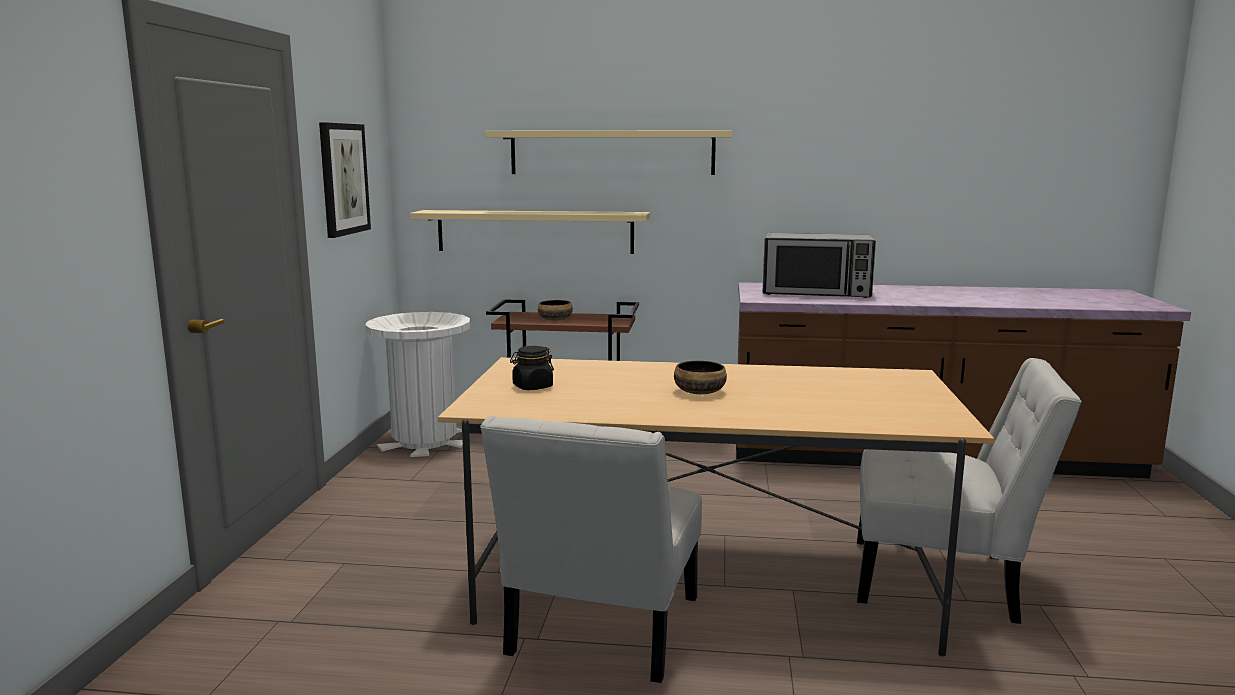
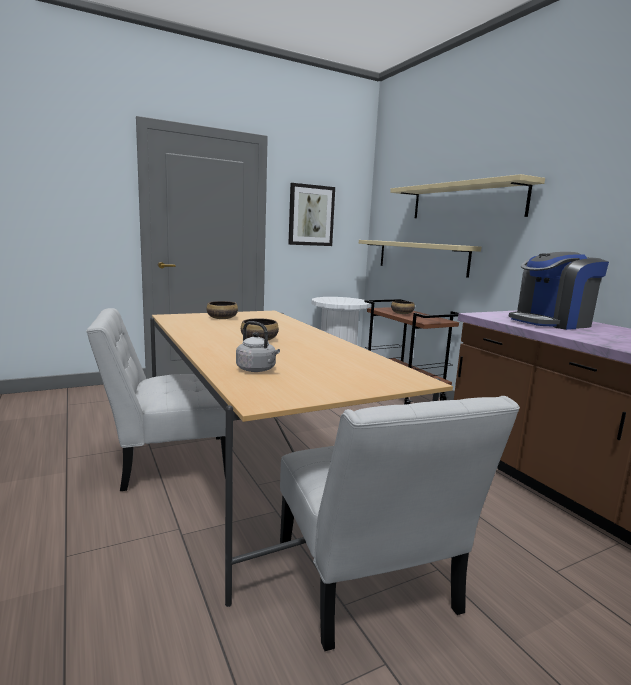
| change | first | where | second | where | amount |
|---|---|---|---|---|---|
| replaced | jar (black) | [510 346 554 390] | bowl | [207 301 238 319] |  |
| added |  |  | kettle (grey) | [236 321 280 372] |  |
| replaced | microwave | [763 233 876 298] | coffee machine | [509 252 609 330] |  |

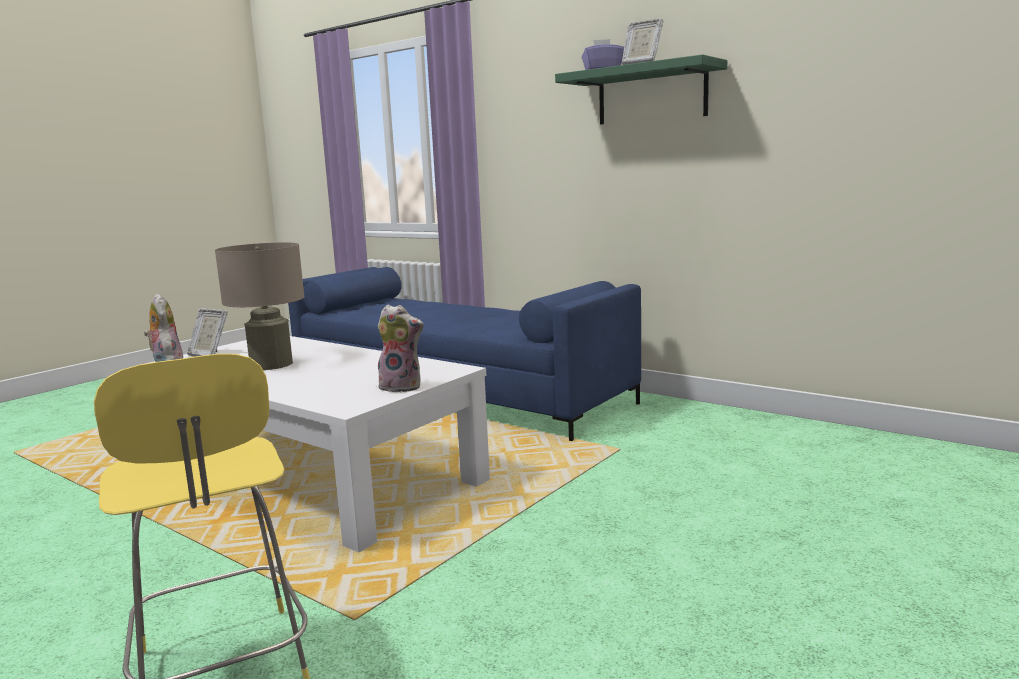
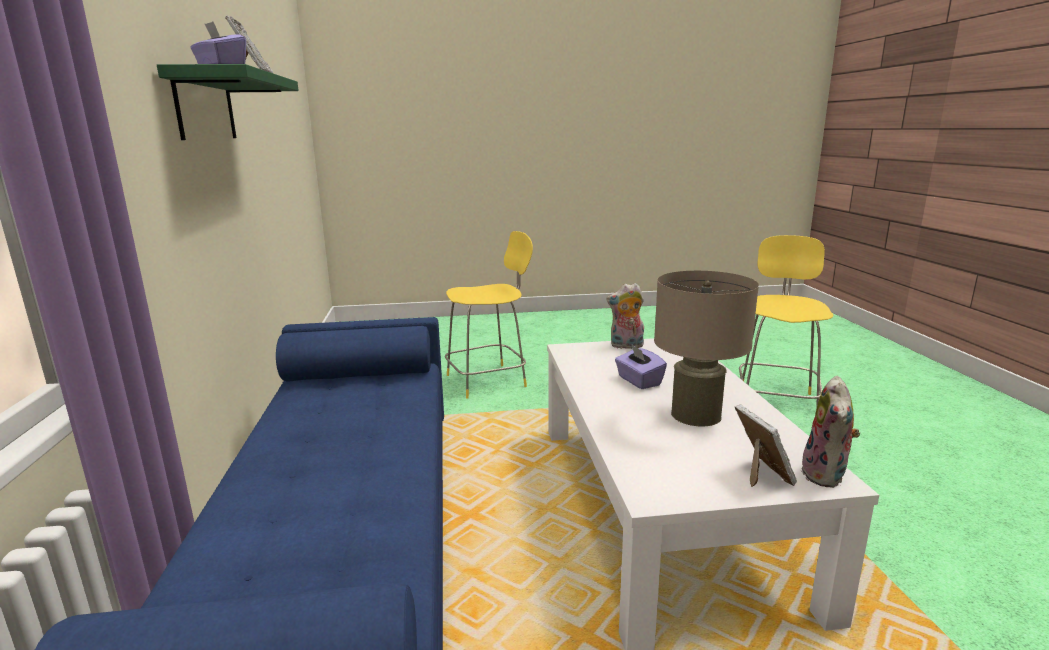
| change | first | where | second | where | amount |
|---|---|---|---|---|---|
| added |  |  | stool (yellow) | [445 231 533 398] |  |
| turned | plush toy | [375 305 424 392] |  | [606 283 644 349] | 60 degrees counterclockwise |
| added |  |  | tissue box (purple) | [615 344 667 389] |  |

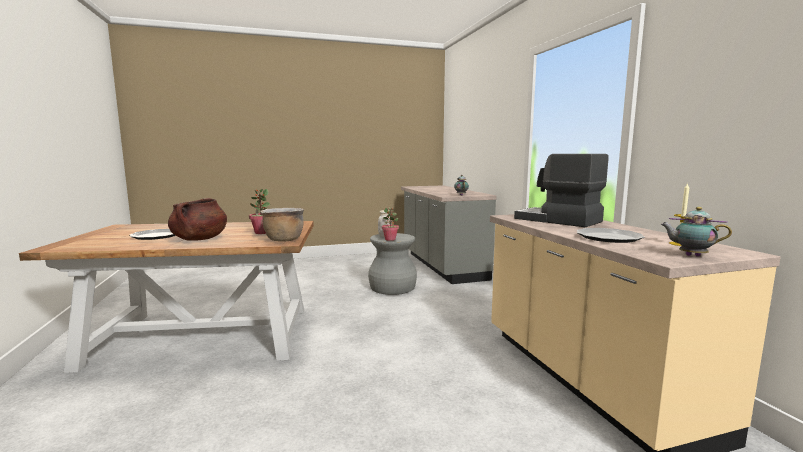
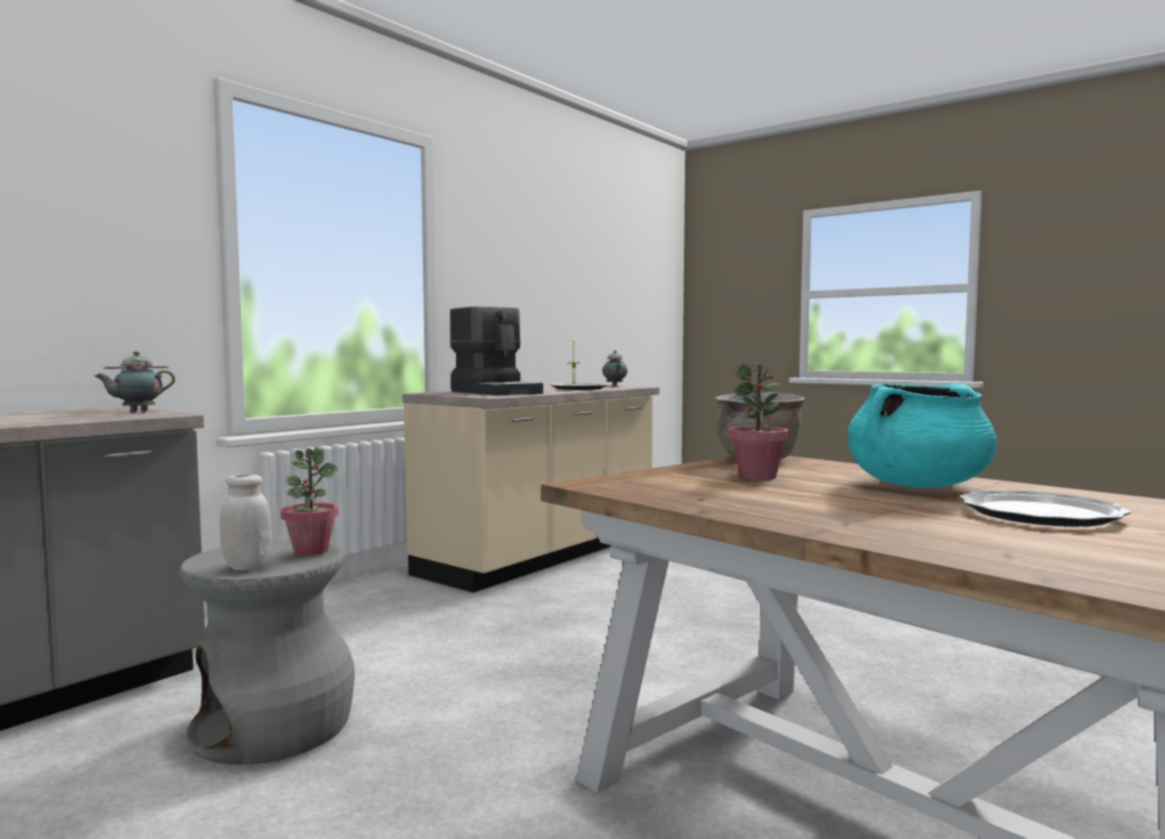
| change | first | where | second | where | amount |
|---|---|---|---|---|---|
| turned | coffee machine | [514 154 609 227] |  | [450 307 543 396] | 45 degrees counterclockwise |
| recoloured | cooking pot (brown) | [168 198 227 241] | cooking pot (turquoise) | [847 383 997 488] |  |

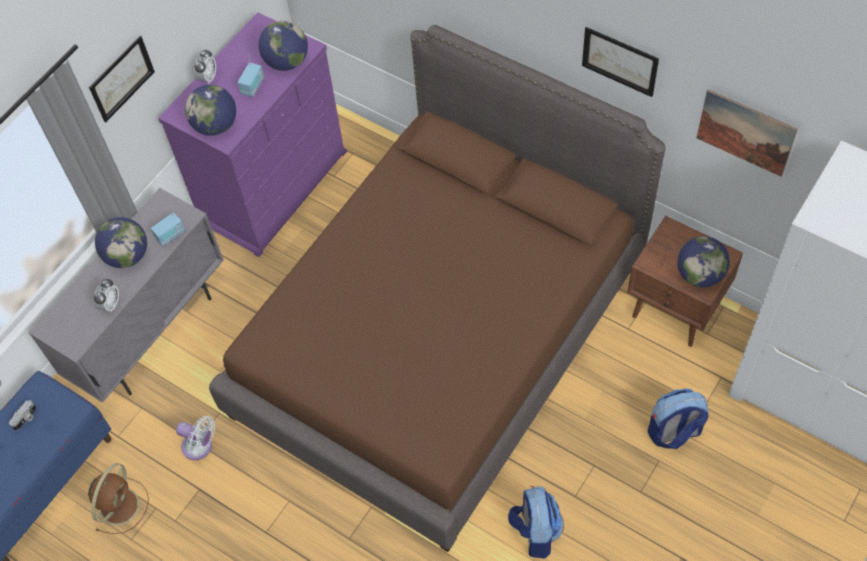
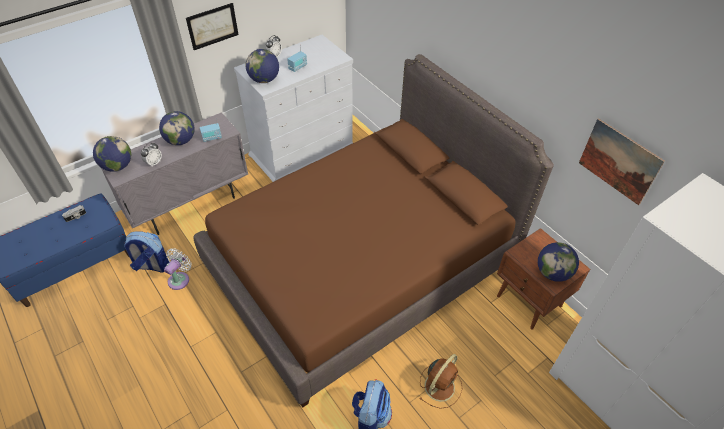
| change | first | where | second | where | amount |
|---|---|---|---|---|---|
| moved | globe | [259 21 308 71] |  | [93 136 131 172] |  |
| moved | backpack | [648 388 709 449] |  | [124 231 170 273] |  |
| turned | fan (white) | [176 416 215 460] |  | [164 248 192 290] | 105 degrees counterclockwise |
| recoloured | dresser (purple) | [158 12 347 257] | dresser (white) | [234 35 353 182] |  |
| moved | fan (brown) | [88 463 149 534] |  | [419 354 462 409] |  |
| removed | picture | [582 27 659 97] |  |  |  |

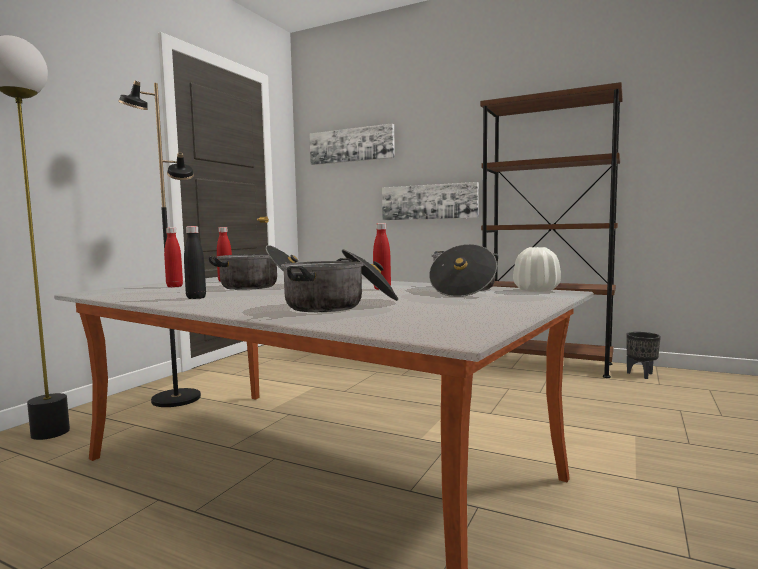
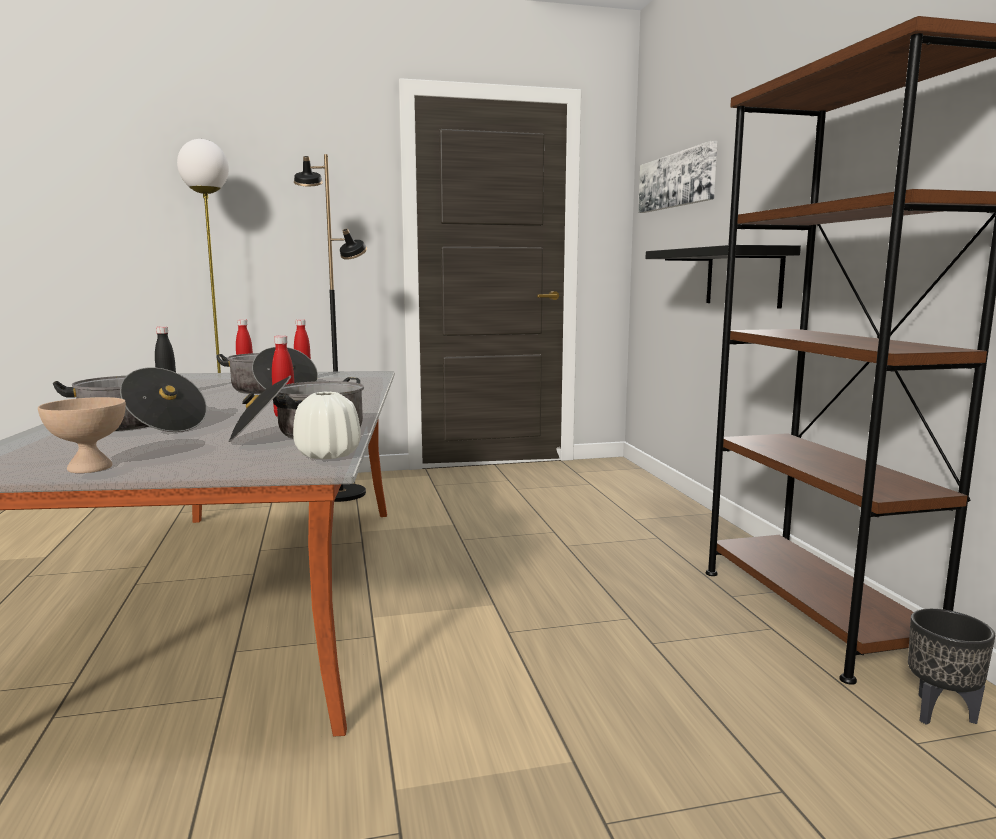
| change | first | where | second | where | amount |
|---|---|---|---|---|---|
| added |  |  | bowl (beige) | [38 397 126 473] |  |
| replaced | picture | [382 182 479 220] | shelf (black) | [645 245 801 309] |  |

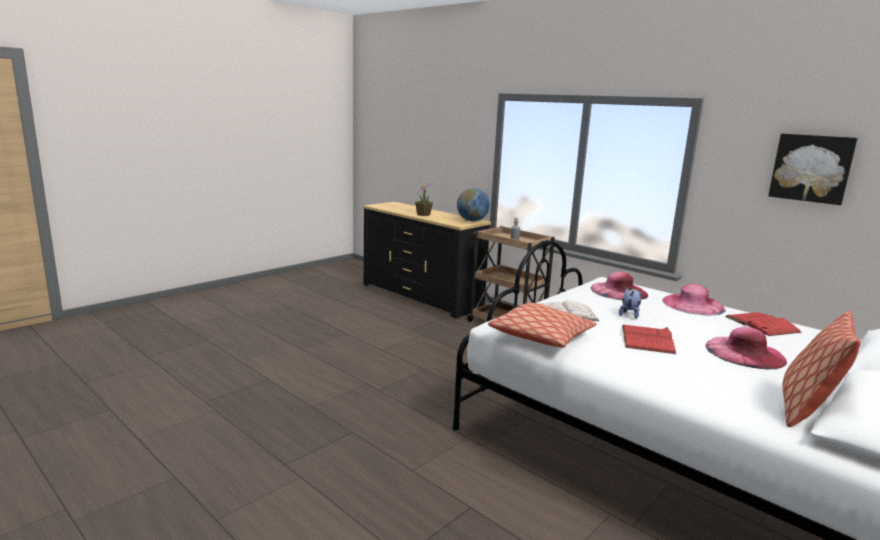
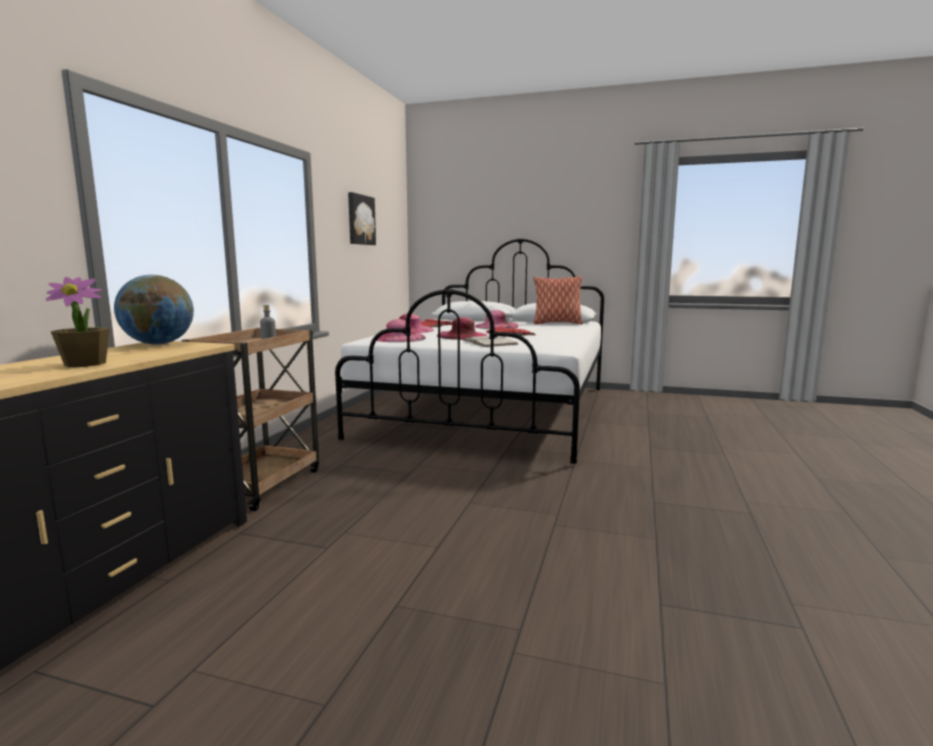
| change | first | where | second | where | amount |
|---|---|---|---|---|---|
| replaced | plush toy | [619 288 642 319] | hat (pink) | [437 317 488 340] |  |
| removed | pillow | [488 303 596 348] |  |  |  |

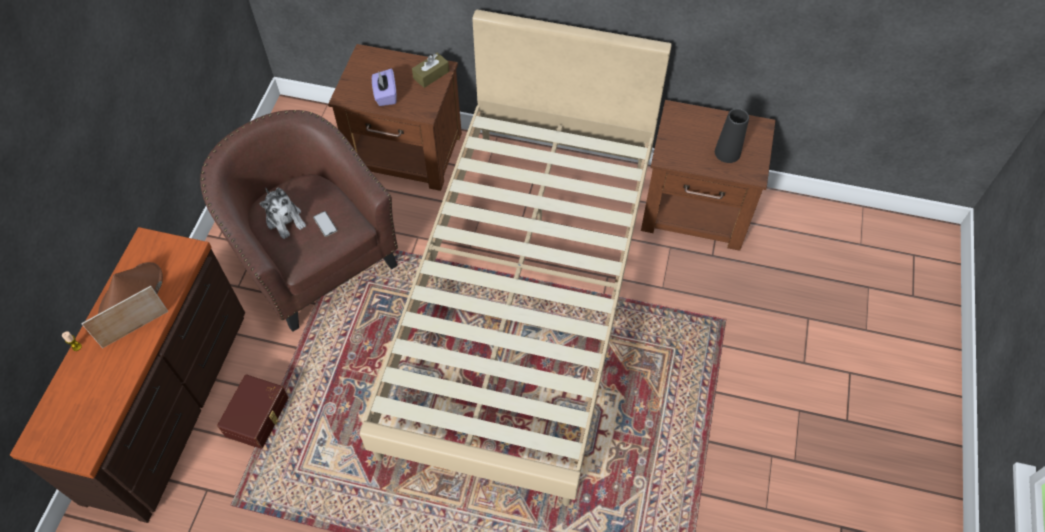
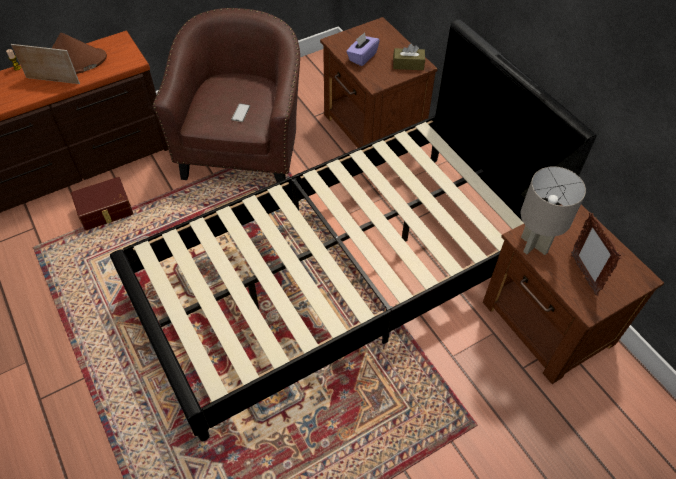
| change | first | where | second | where | amount |
|---|---|---|---|---|---|
| recoloured | bed (beige) | [360 9 672 506] | bed (black) | [110 19 597 441] |  |
| added |  |  | table lamp (grey) | [521 166 586 255] |  |
| replaced | vase (black) | [715 108 749 163] | picture frame | [571 212 621 296] |  |
| removed | plush toy | [260 187 306 239] |  |  |  |

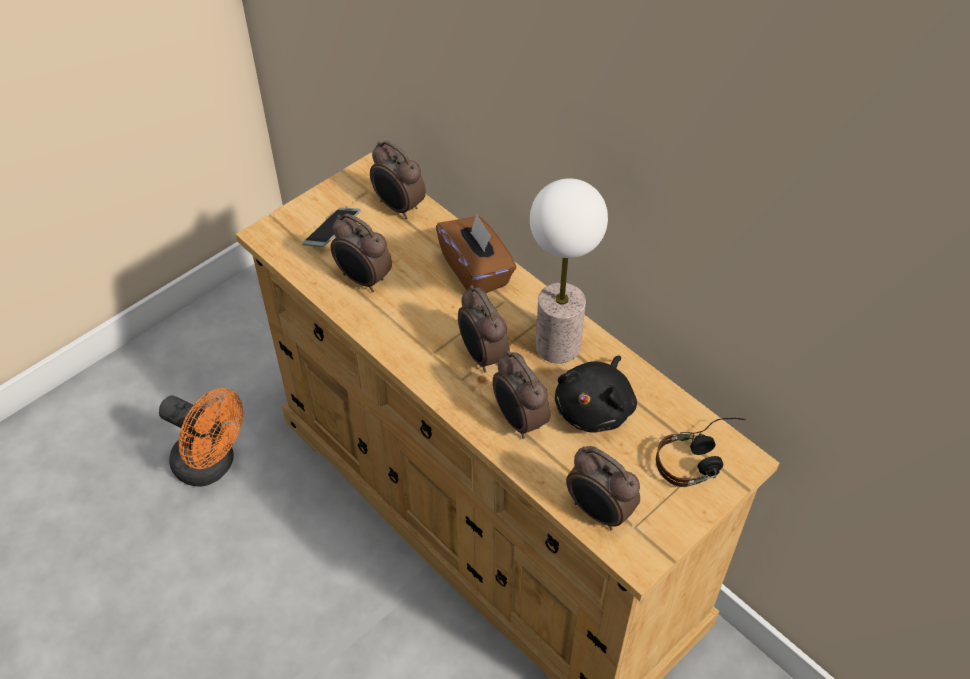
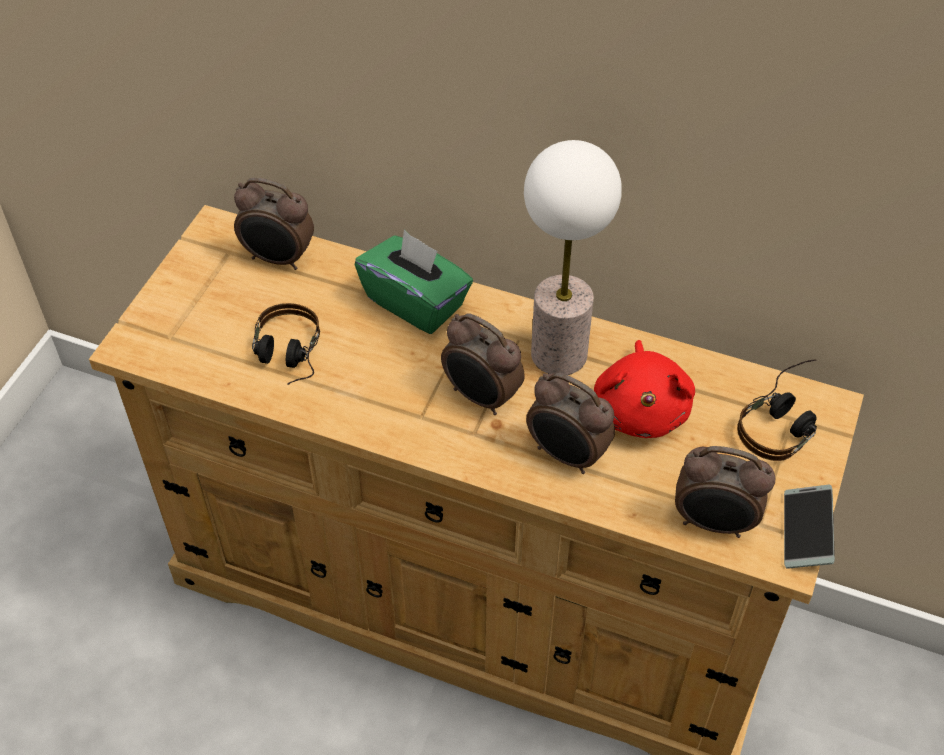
| change | first | where | second | where | amount |
|---|---|---|---|---|---|
| replaced | alarm clock | [331 214 392 292] | headphones | [252 303 320 385] |  |
| recoloured | tissue box (brown) | [436 214 517 293] | tissue box (green) | [355 230 473 334] |  |
| recoloured | plush toy (black) | [555 356 637 433] | plush toy (red) | [594 340 695 438] |  |
| moved | phone | [302 207 361 247] |  | [784 485 835 569] |  |
| removed | fan (orange) | [159 388 243 487] |  |  |  |

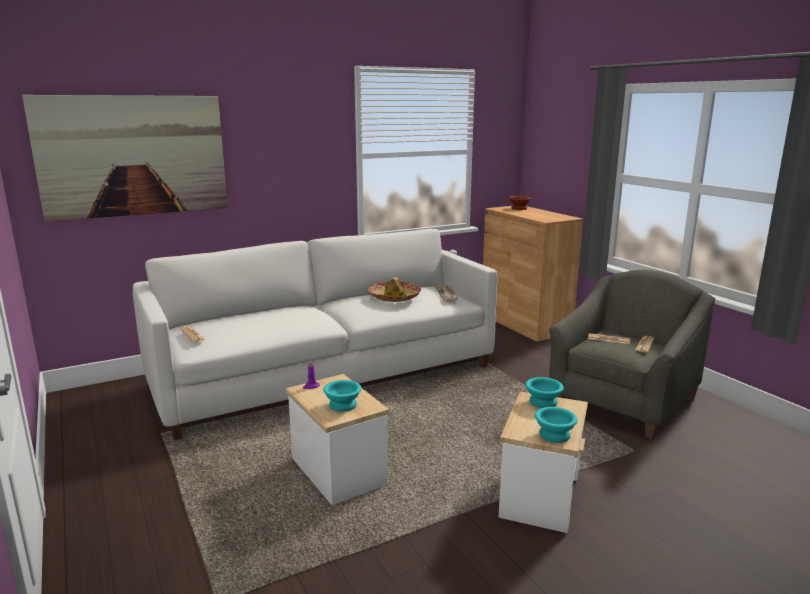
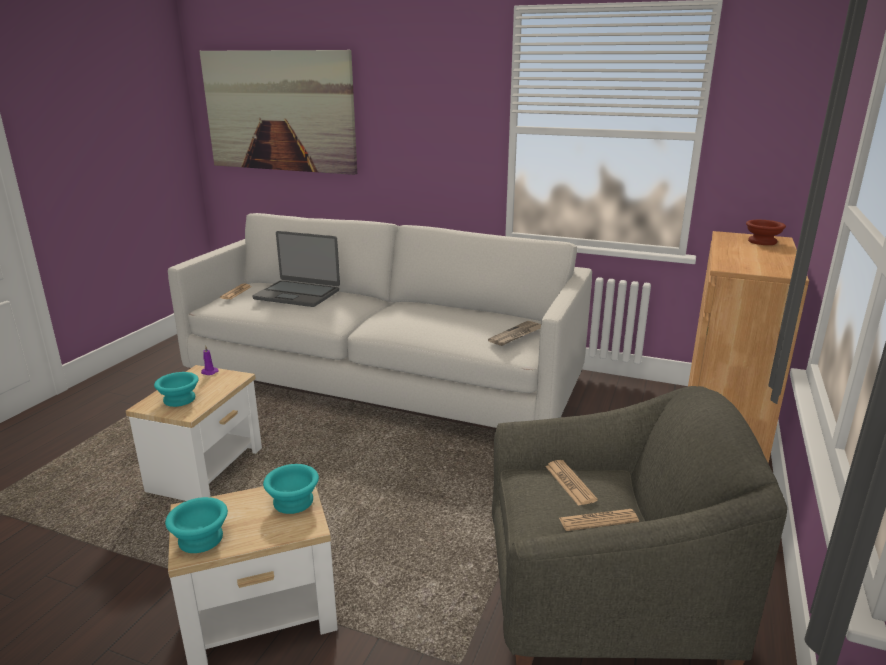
| change | first | where | second | where | amount |
|---|---|---|---|---|---|
| added |  |  | laptop | [252 231 340 307] |  |
| removed | hat | [368 277 421 302] |  |  |  |

